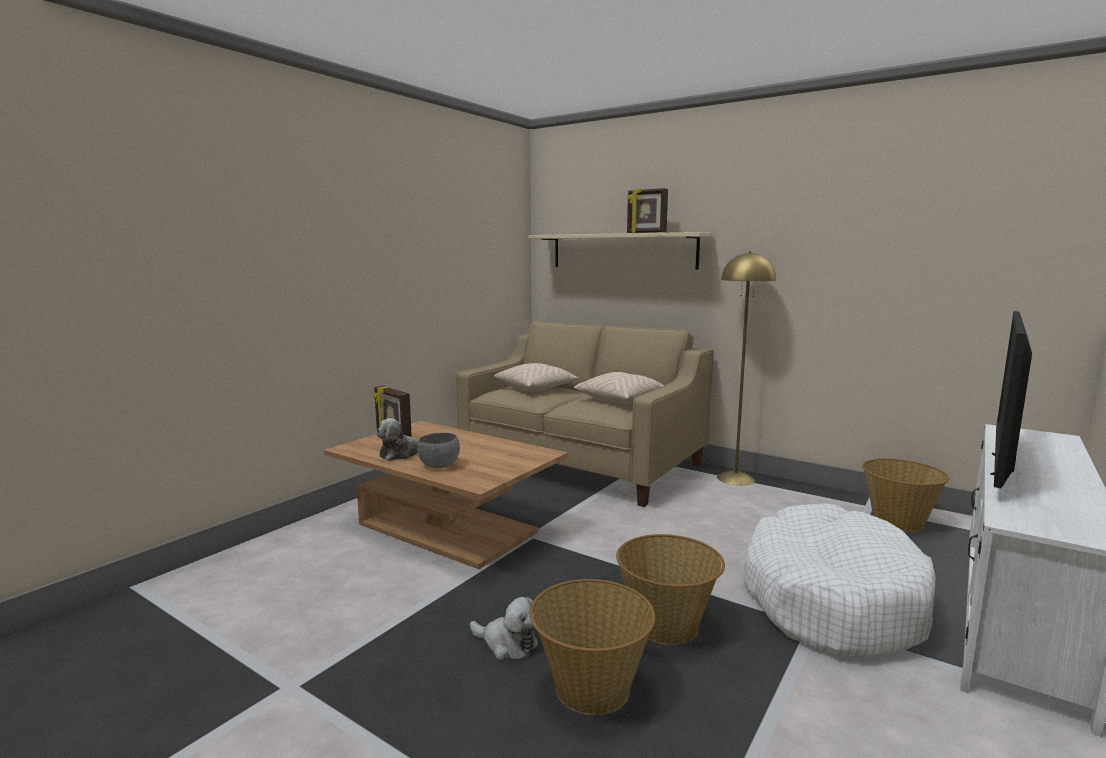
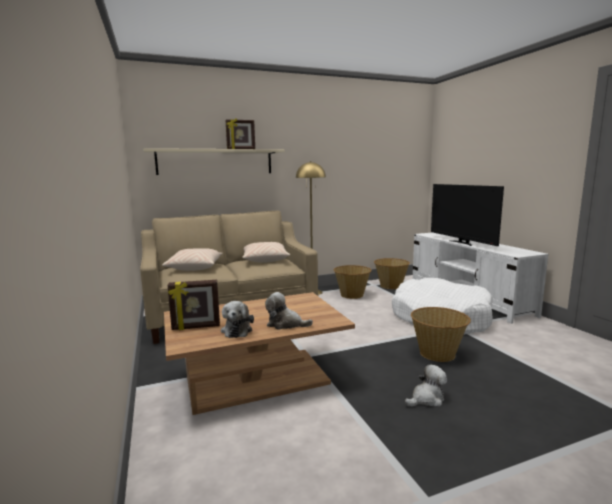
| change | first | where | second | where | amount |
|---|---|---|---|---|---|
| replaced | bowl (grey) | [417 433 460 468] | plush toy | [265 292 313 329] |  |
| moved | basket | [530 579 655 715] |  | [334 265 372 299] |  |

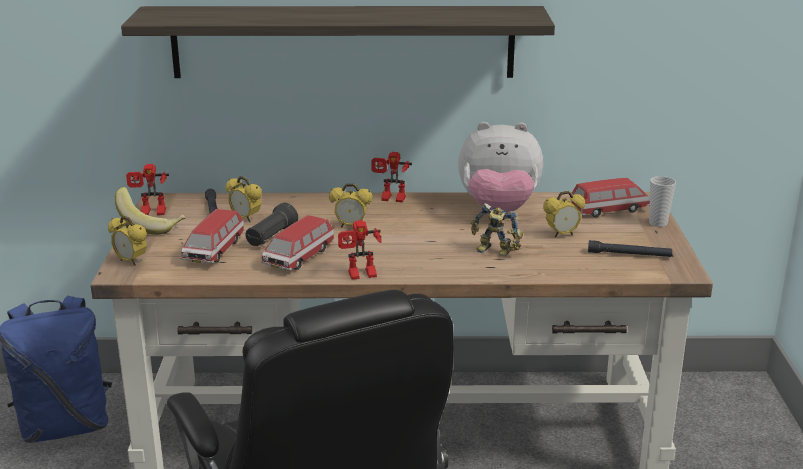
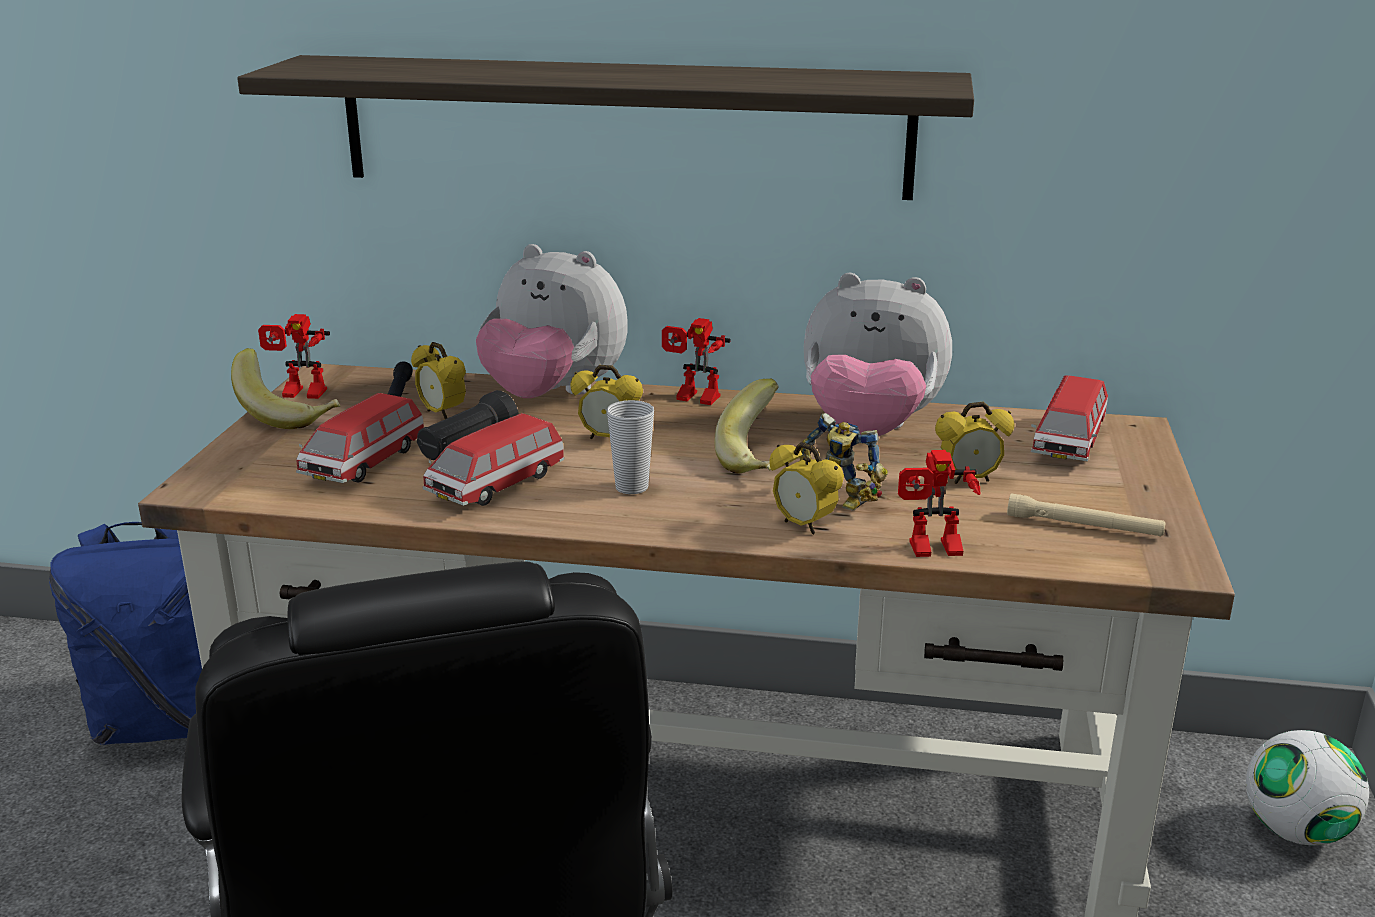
| change | first | where | second | where | amount |
|---|---|---|---|---|---|
| added |  |  | plush toy | [476 244 628 398] |  |
| moved | cup | [649 176 676 227] |  | [607 400 654 494] |  |
| added |  |  | banana | [714 379 778 473] |  |
| moved | alarm clock | [108 216 147 266] |  | [769 442 844 534] |  |
| moved | toy robot | [338 220 382 280] |  | [898 450 980 557] |  |
| recoloured | flashlight (black) | [588 240 672 257] | flashlight (beige) | [1007 493 1165 536] |  |
| turned | toy car | [570 178 650 217] |  | [1031 375 1108 462] | 120 degrees clockwise |
| added |  |  | football | [1246 730 1369 845] |  |

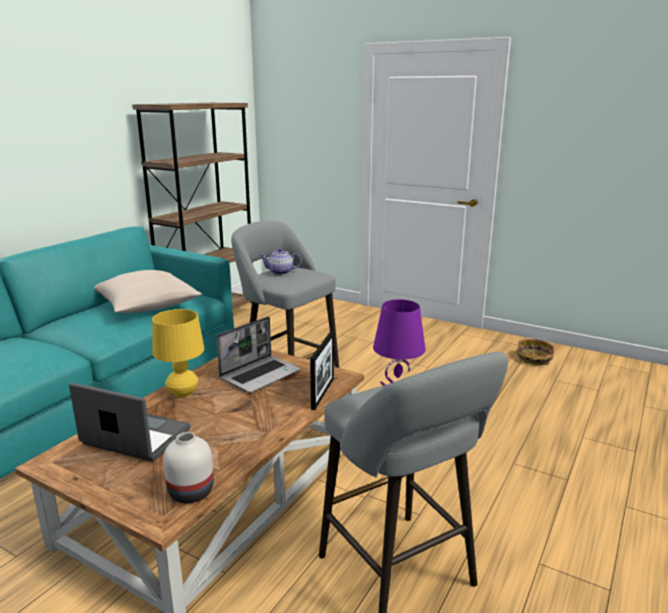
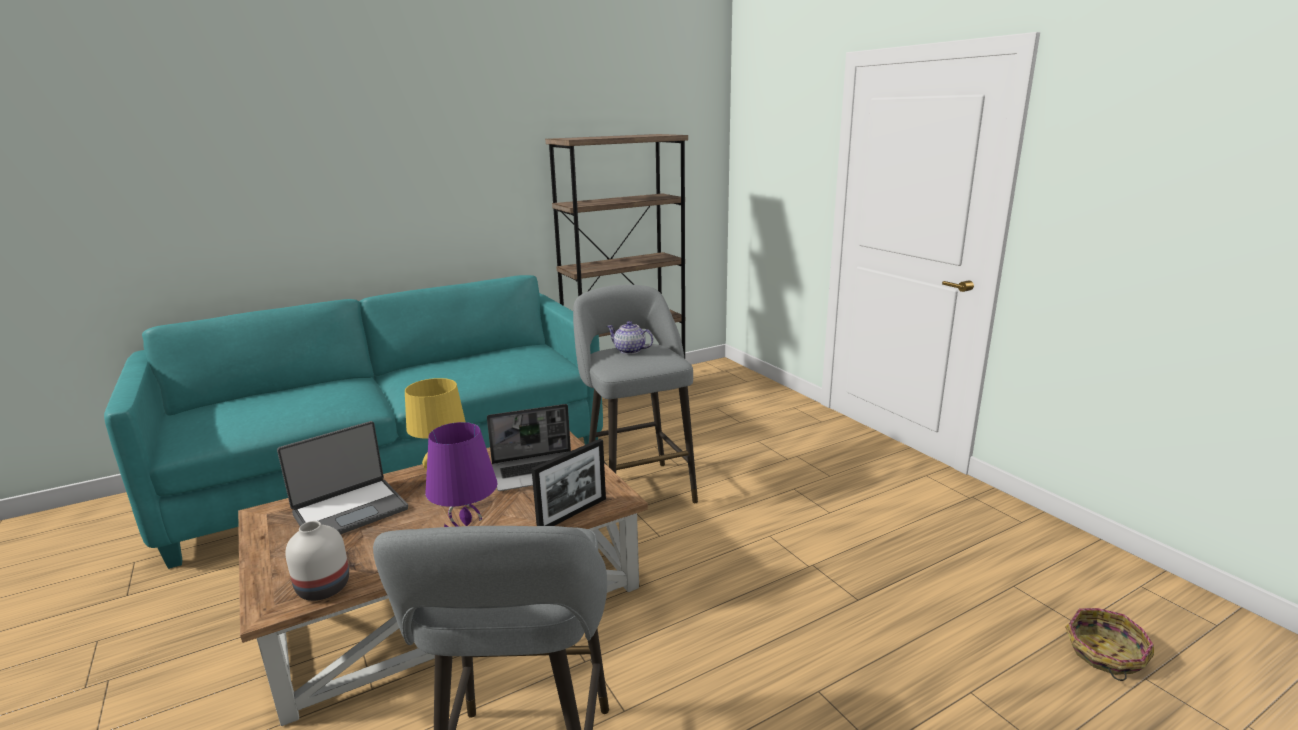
| change | first | where | second | where | amount |
|---|---|---|---|---|---|
| turned | laptop | [69 383 191 462] |  | [277 421 408 534] | 90 degrees clockwise |
| moved | basket | [516 339 554 365] |  | [1065 608 1154 681] |  |
| removed | pillow (beige) | [94 270 202 313] |  |  |  |

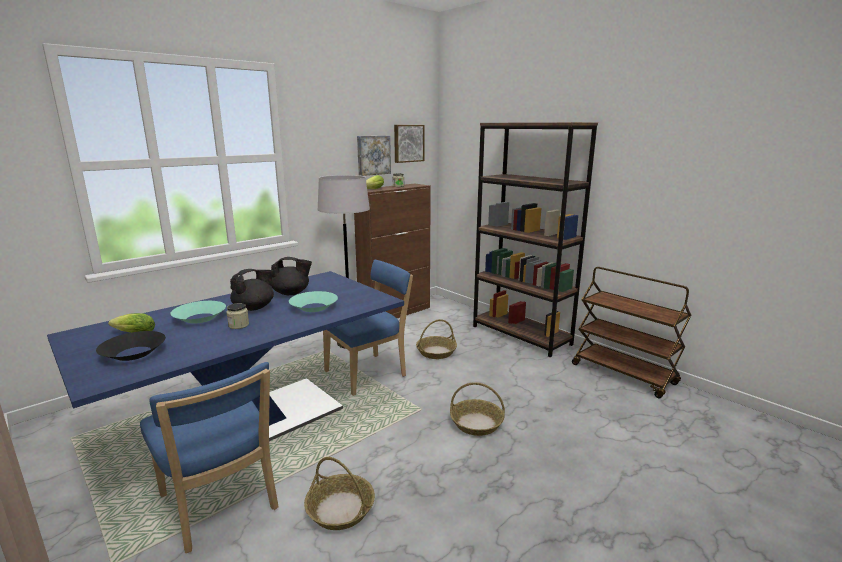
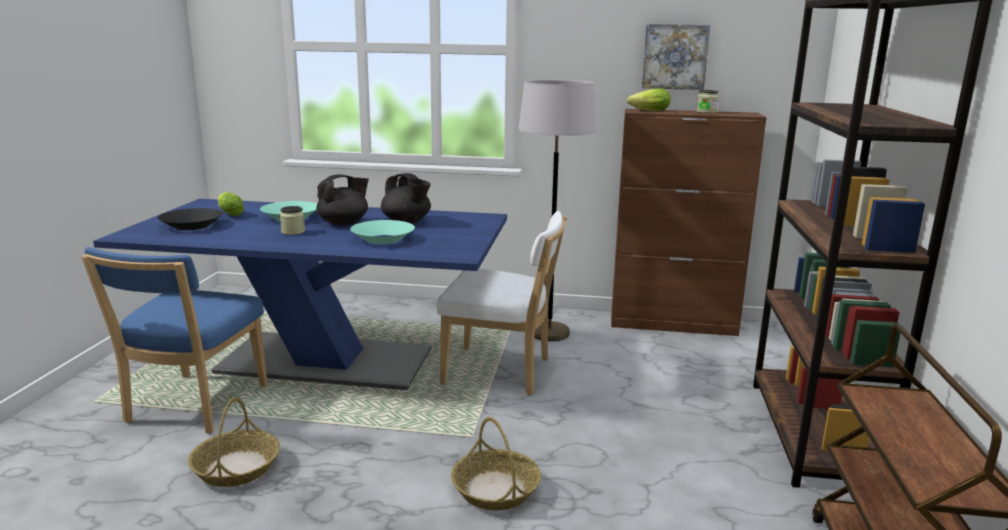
| change | first | where | second | where | amount |
|---|---|---|---|---|---|
| turned | teapot (black) | [230 269 274 311] |  | [316 174 369 226] | 45 degrees counterclockwise |
| recoloured | chair (blue) | [323 260 413 396] | chair (white) | [437 211 567 395] |  |
| removed | picture | [394 125 424 163] |  |  |  |
| removed | basket | [416 319 457 359] |  |  |  |

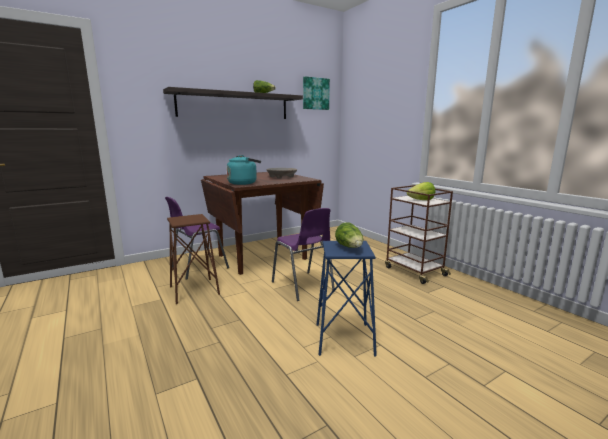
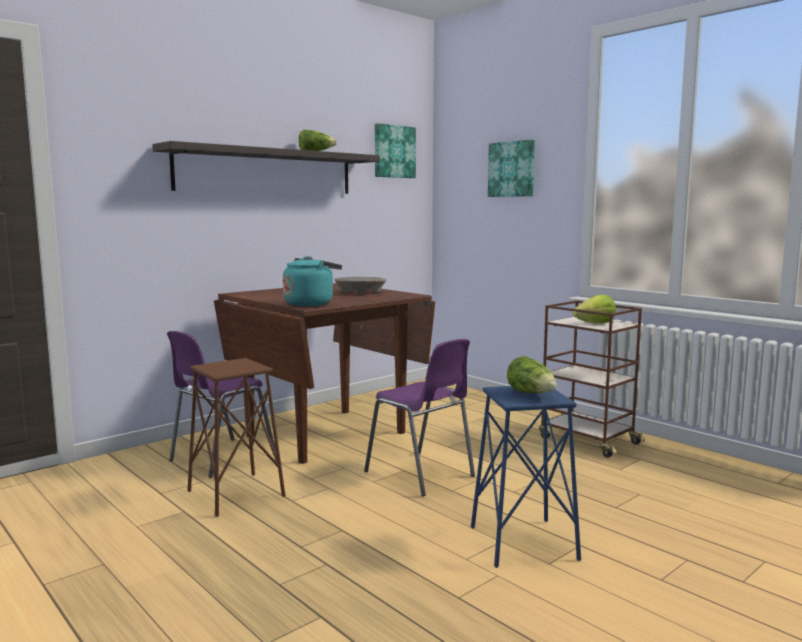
| change | first | where | second | where | amount |
|---|---|---|---|---|---|
| added |  |  | picture | [488 140 535 197] |  |

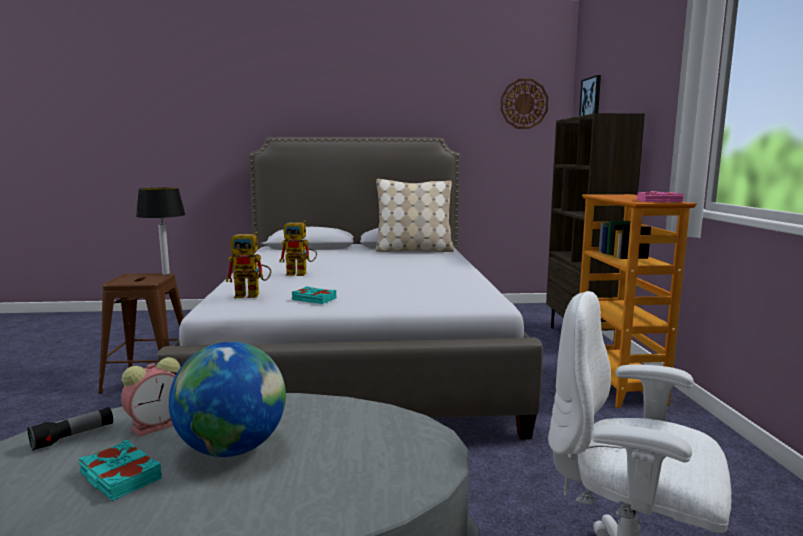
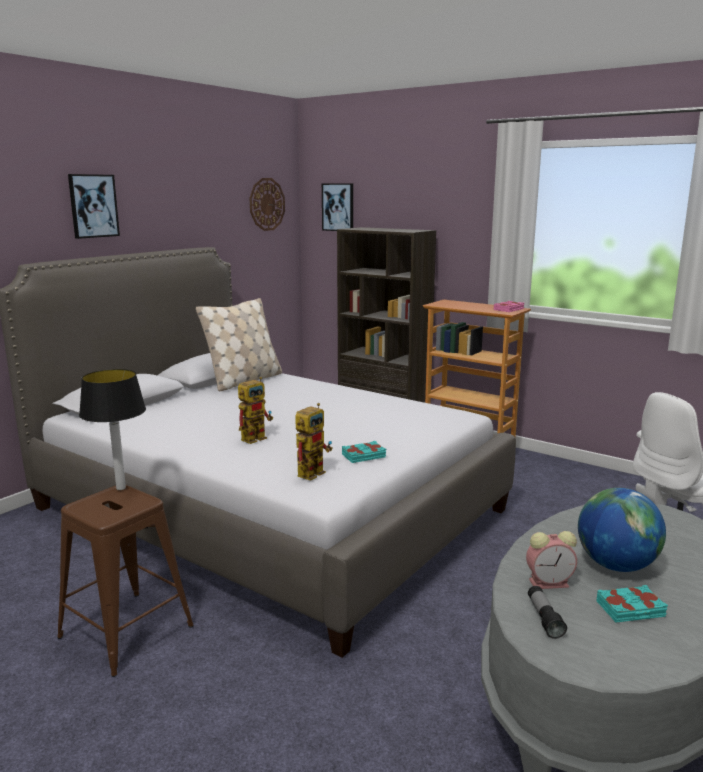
| change | first | where | second | where | amount |
|---|---|---|---|---|---|
| added |  |  | picture | [68 174 120 239] |  |
| turned | alarm clock | [121 357 180 437] |  | [526 531 577 589] | 90 degrees clockwise |

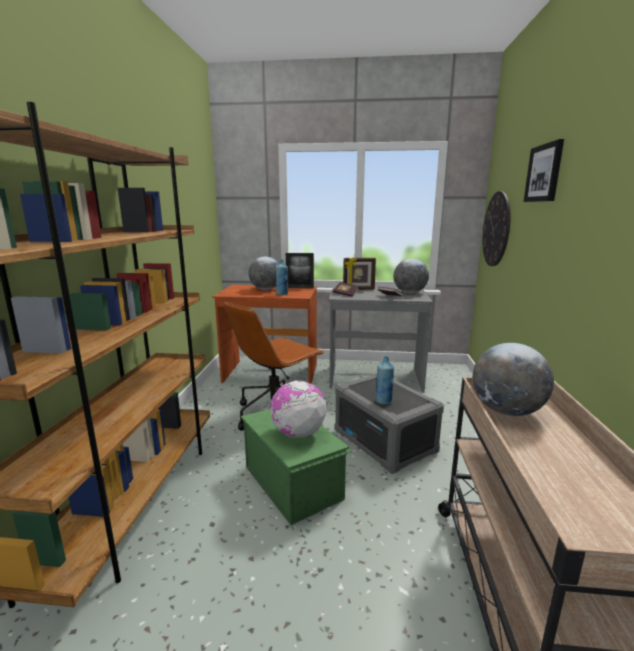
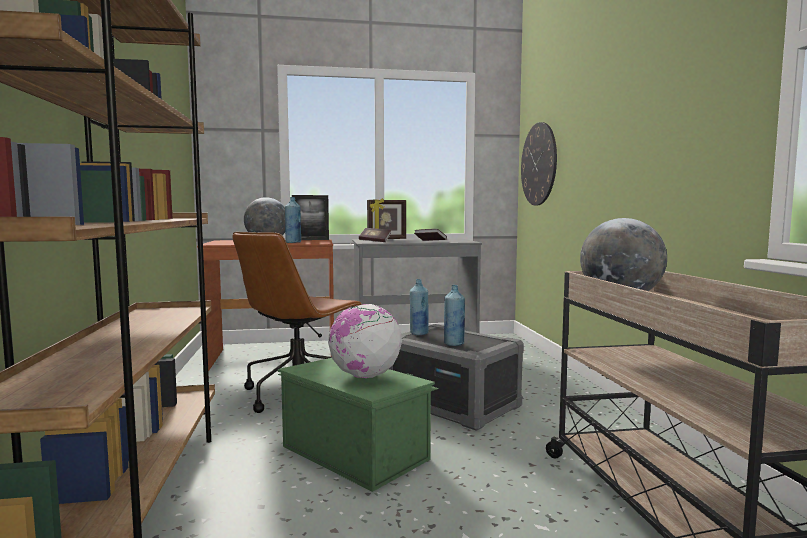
| change | first | where | second | where | amount |
|---|---|---|---|---|---|
| added |  |  | bottle (blue) | [410 279 429 335] |  |
| removed | globe | [394 258 429 293] |  |  |  |
| removed | picture | [524 139 564 202] |  |  |  |

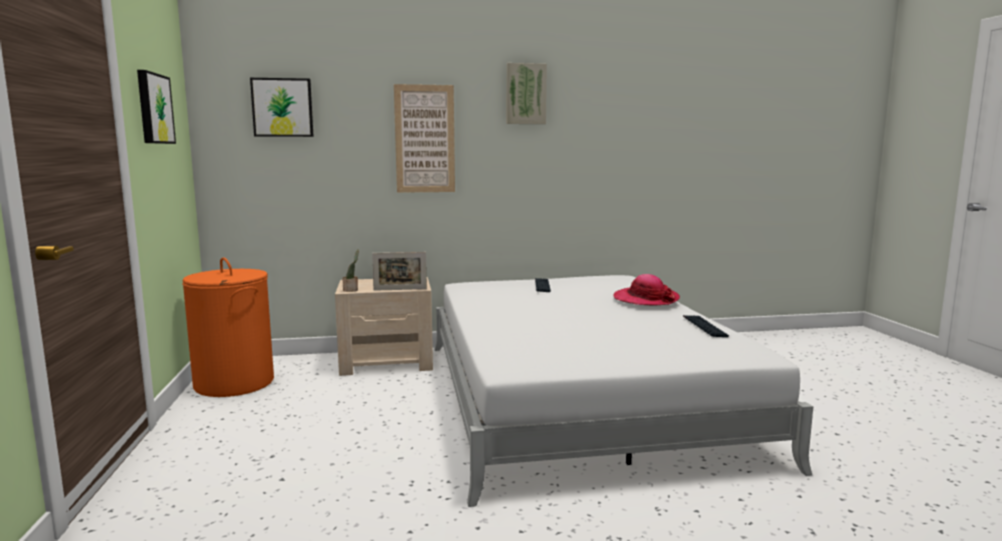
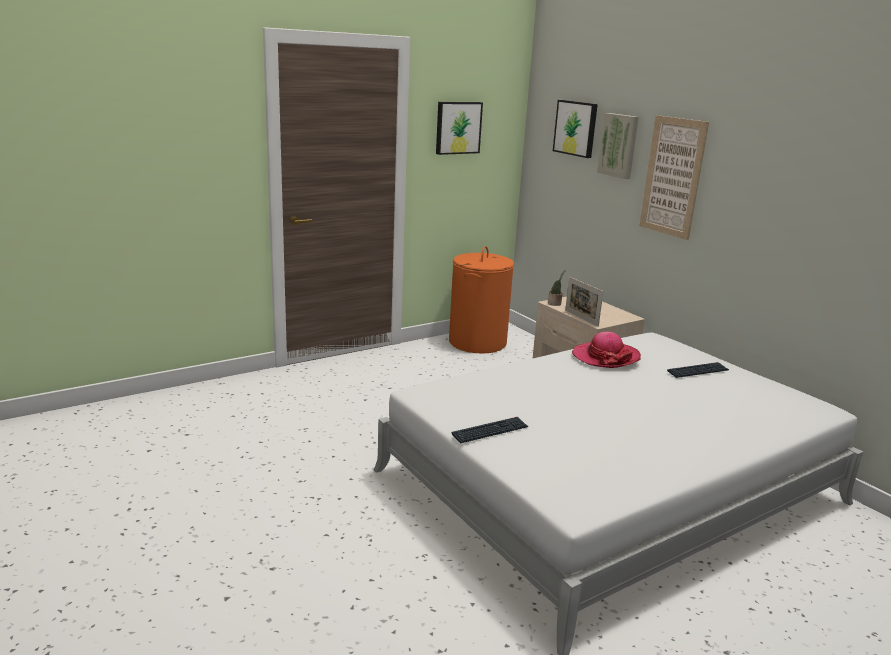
| change | first | where | second | where | amount |
|---|---|---|---|---|---|
| moved | keyboard | [683 315 729 337] |  | [451 417 528 443] |  |
| moved | hat | [613 274 680 305] |  | [572 331 641 368] |  |
| moved | picture | [507 63 547 124] |  | [597 113 639 179] |  |

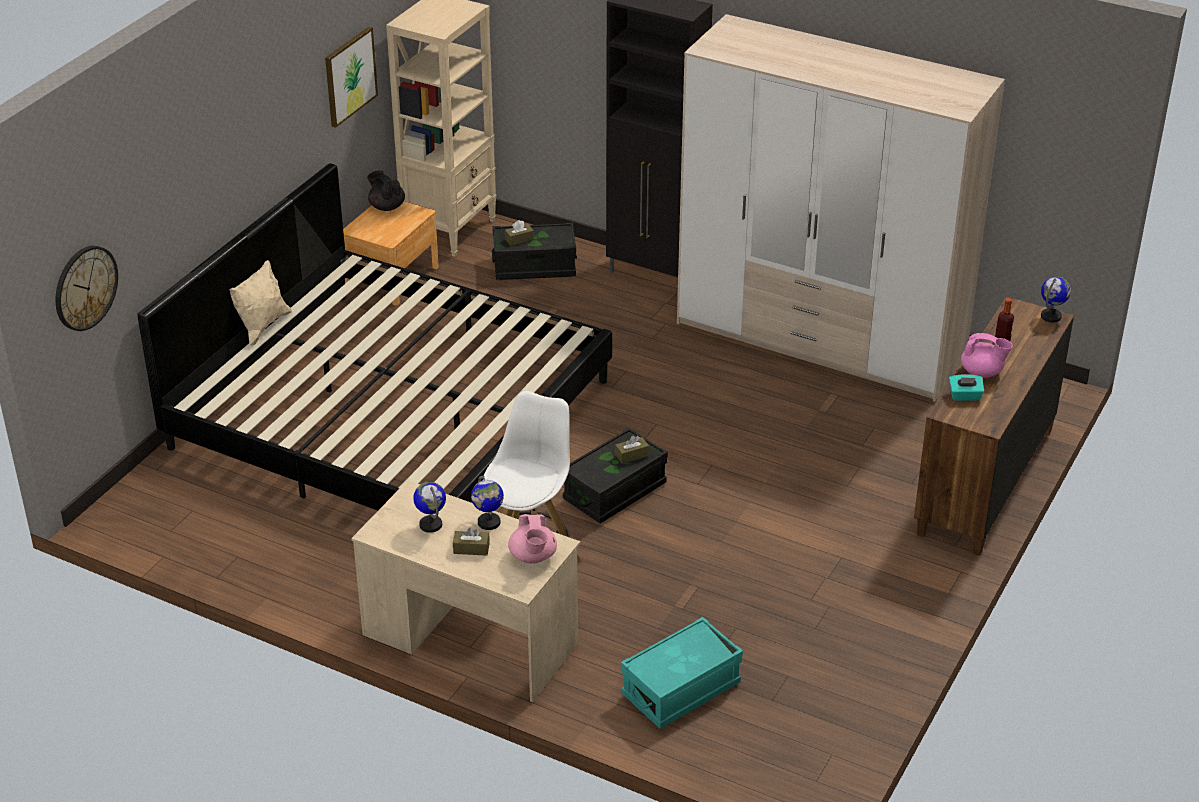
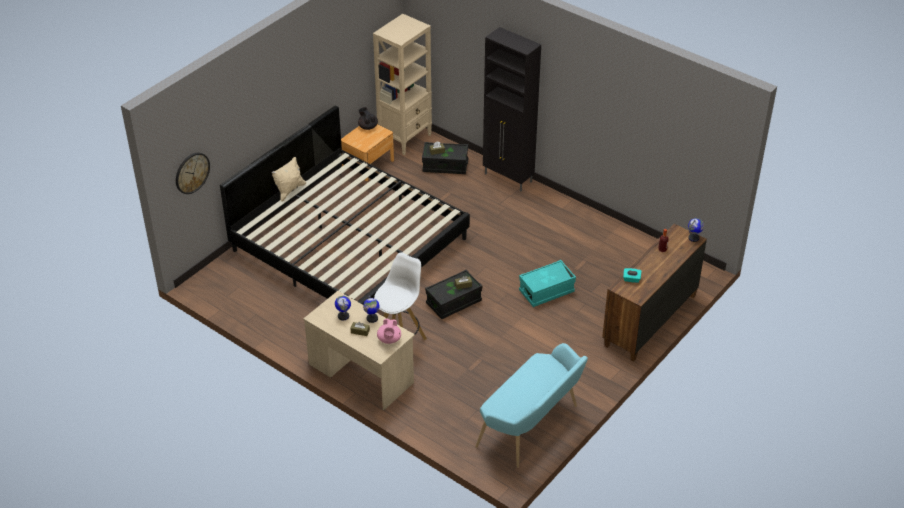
| change | first | where | second | where | amount |
|---|---|---|---|---|---|
| added |  |  | bench (turquoise) | [475 343 588 468] |  |
| moved | storage box (turquoise) | [621 617 743 729] |  | [519 260 576 307] |  |
| removed | picture | [325 27 378 128] |  |  |  |
| removed | wardrobe | [677 14 1005 402] |  |  |  |
| removed | teapot (pink) | [961 333 1013 377] |  |  |  |

